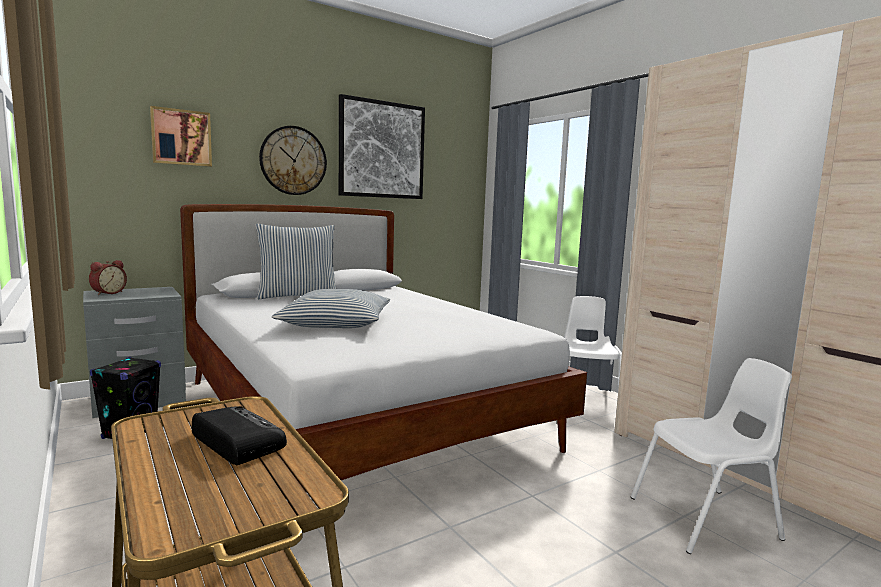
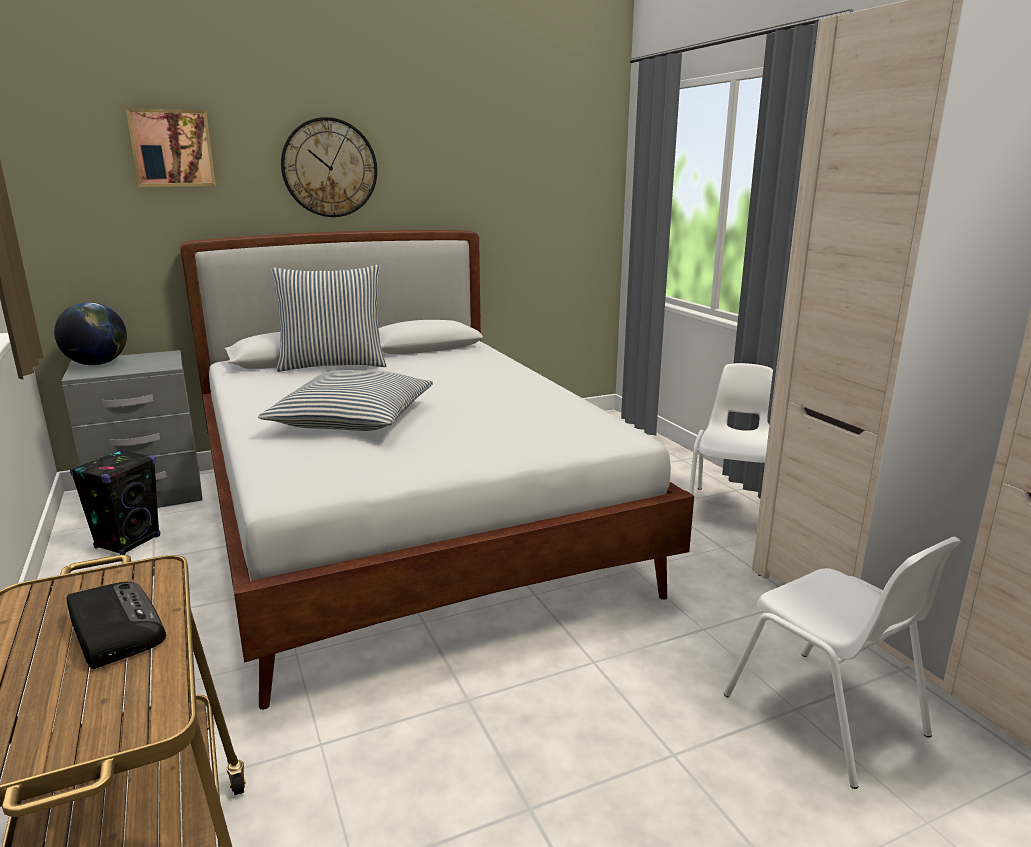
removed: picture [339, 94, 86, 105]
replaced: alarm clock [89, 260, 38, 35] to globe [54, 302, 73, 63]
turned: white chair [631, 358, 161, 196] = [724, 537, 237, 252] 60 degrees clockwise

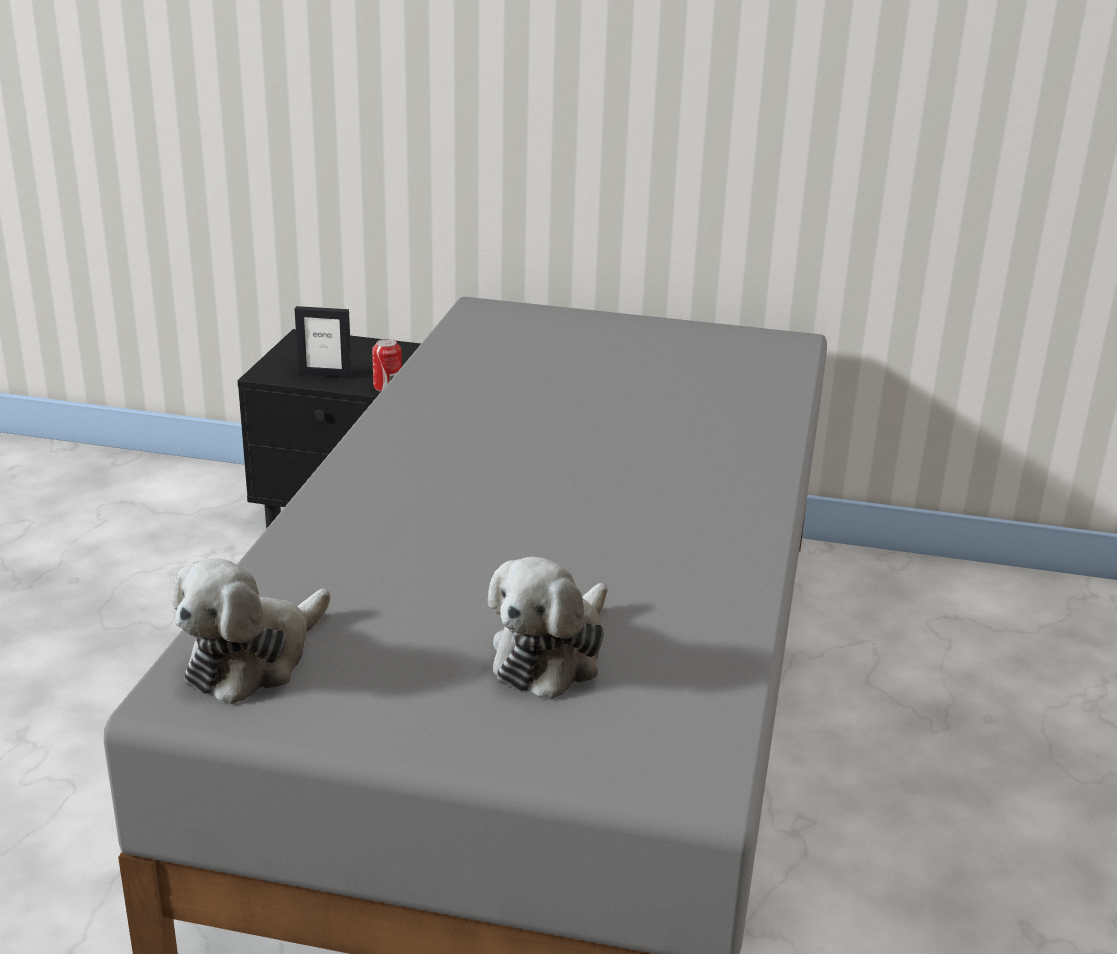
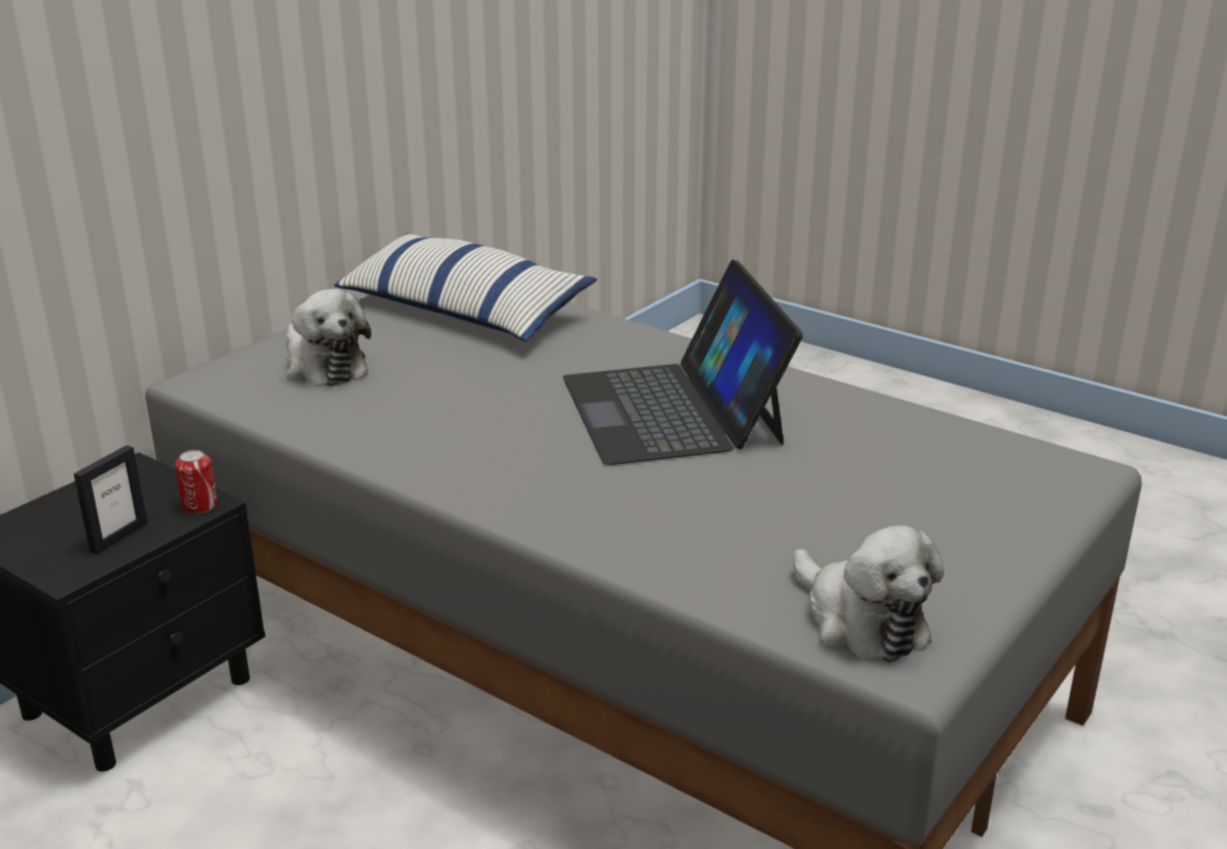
added: pillow [334, 233, 263, 108]; laptop [563, 260, 240, 205]
moved: plush toy [488, 557, 120, 143] to [286, 289, 85, 97]

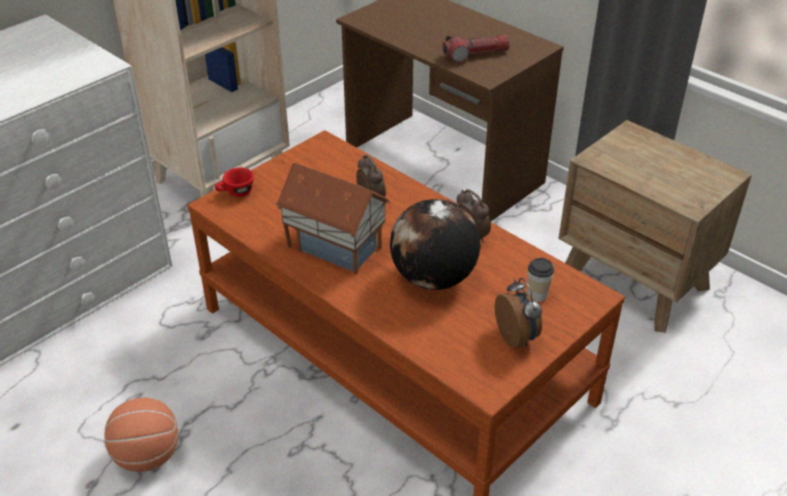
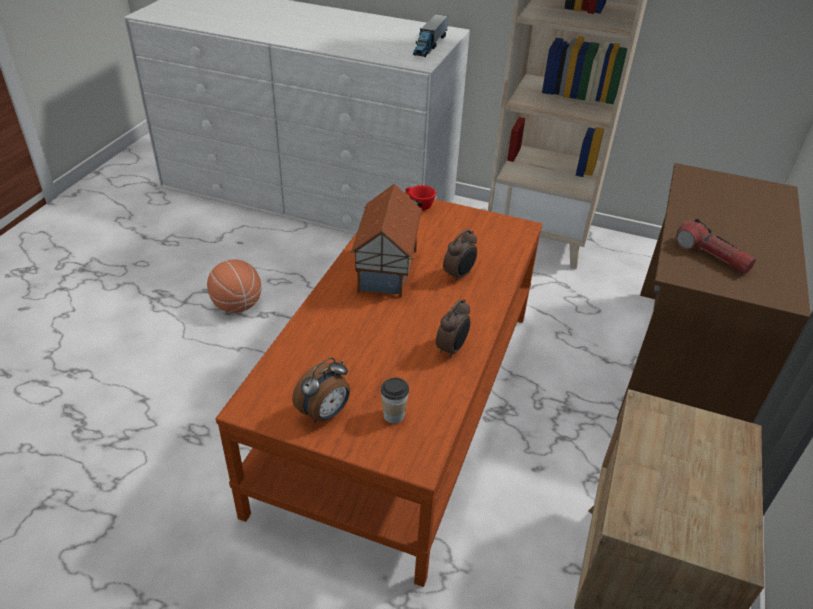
removed: globe [390, 199, 91, 91]
added: toy truck [413, 14, 35, 43]

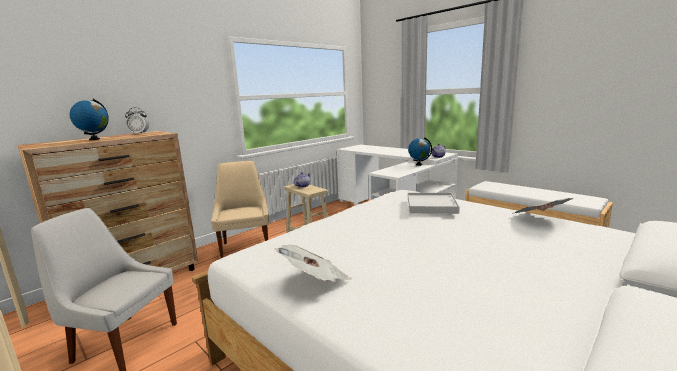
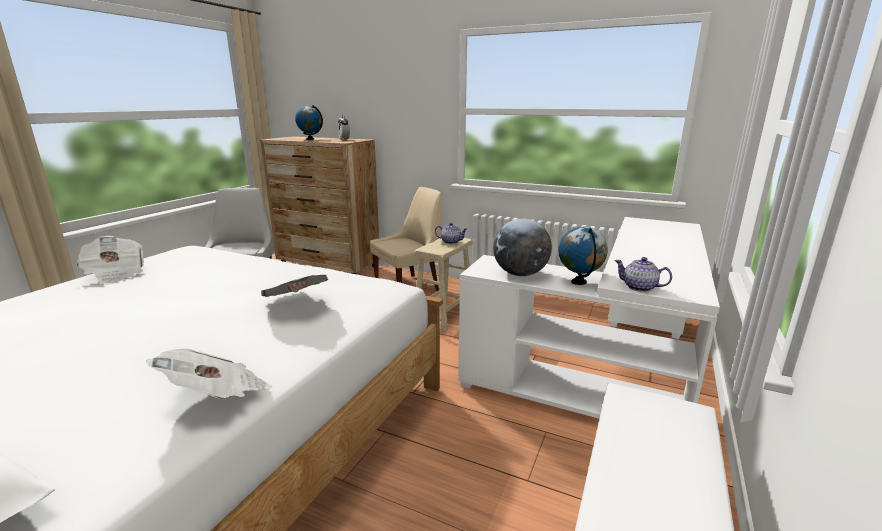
added: globe [493, 219, 59, 57]
replaced: white tray [408, 193, 52, 21] to newspaper [261, 275, 67, 22]

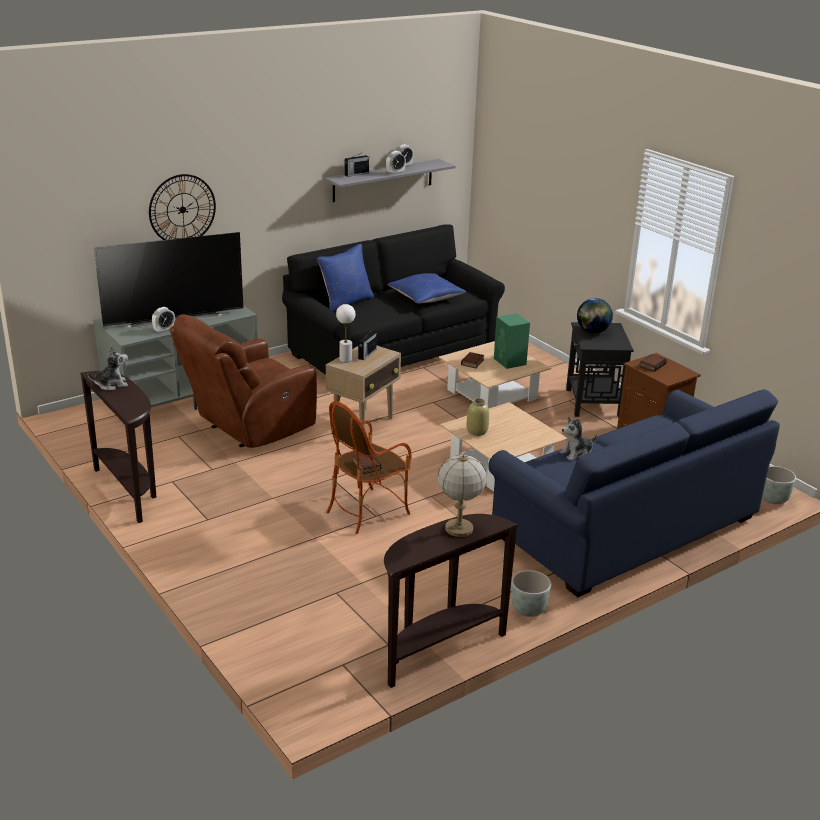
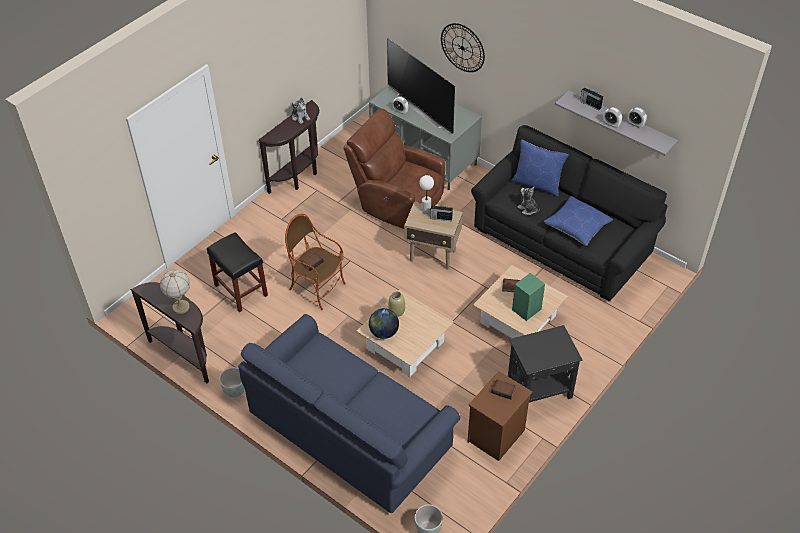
added: black stool [207, 232, 61, 80]
moved: globe [577, 298, 36, 35] to [369, 308, 30, 31]; plush toy [559, 416, 38, 45] to [517, 187, 23, 28]

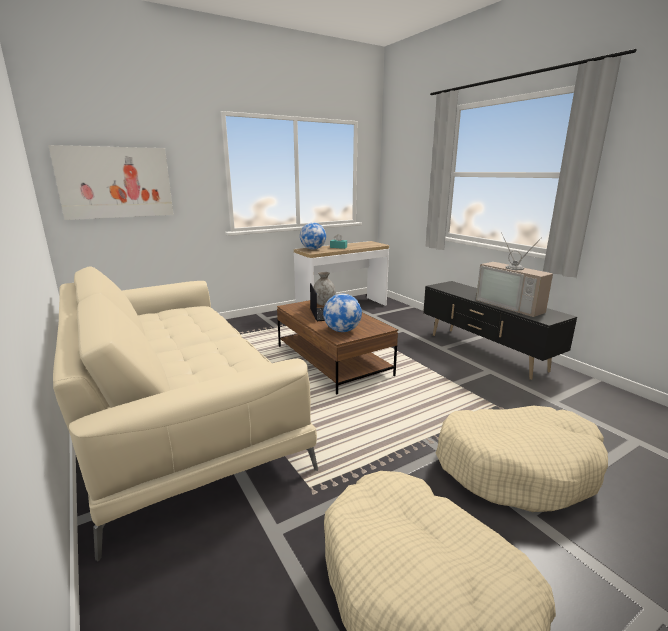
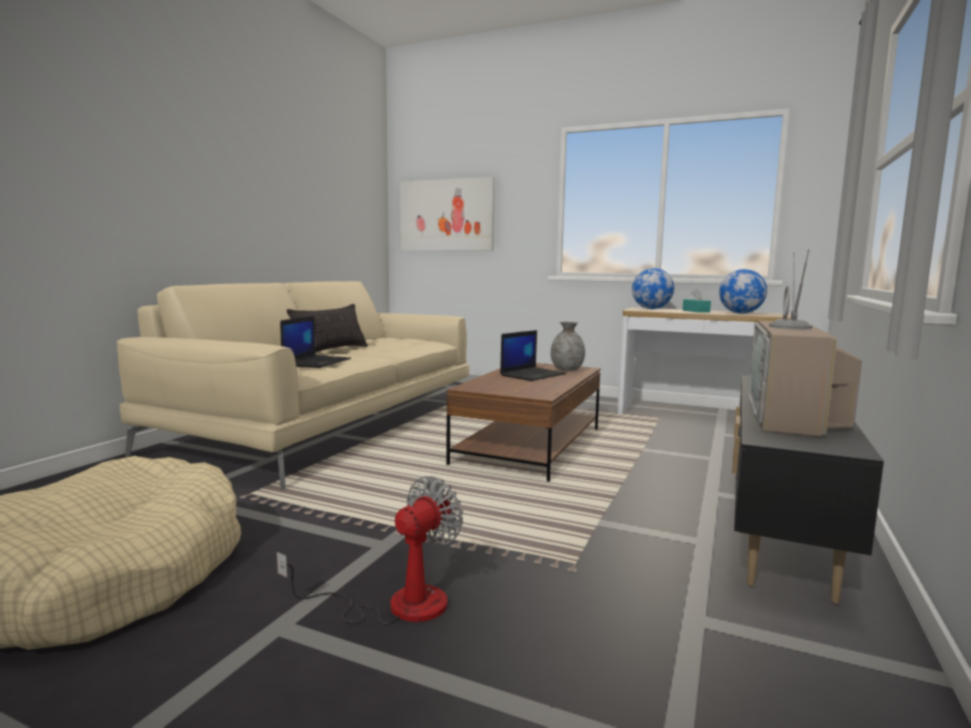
added: laptop [280, 316, 71, 52]; pillow [287, 304, 81, 48]
moved: globe [323, 294, 39, 38] to [719, 269, 48, 45]
replaced: beige dog bed [436, 406, 172, 106] to fan [276, 476, 187, 149]

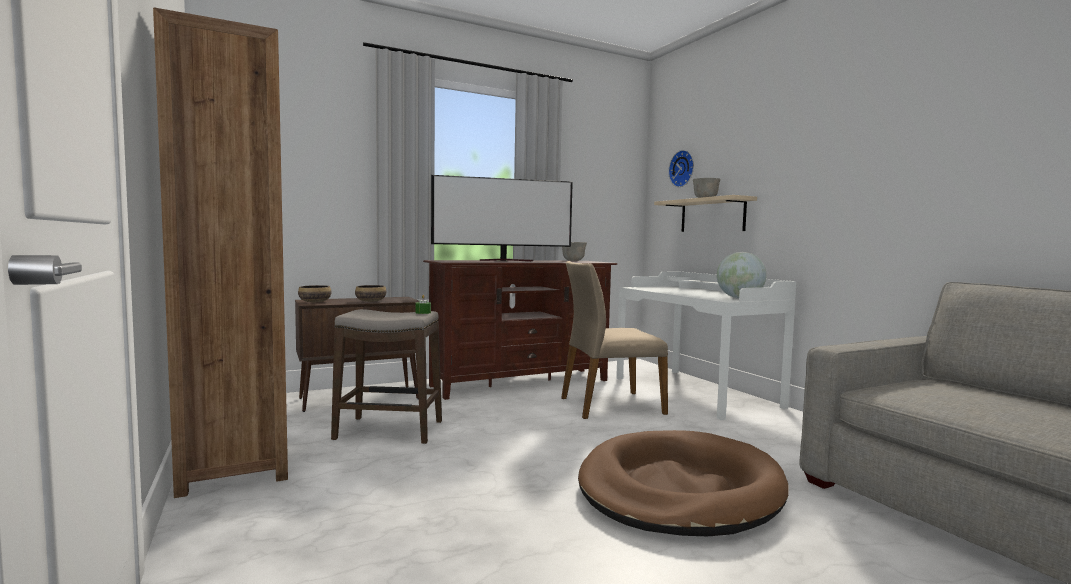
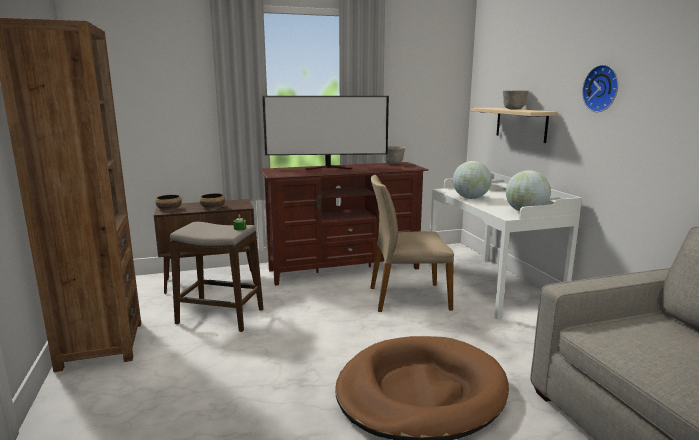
added: globe [453, 161, 38, 38]
moved: wall clock [668, 150, 26, 37] to [582, 65, 36, 47]

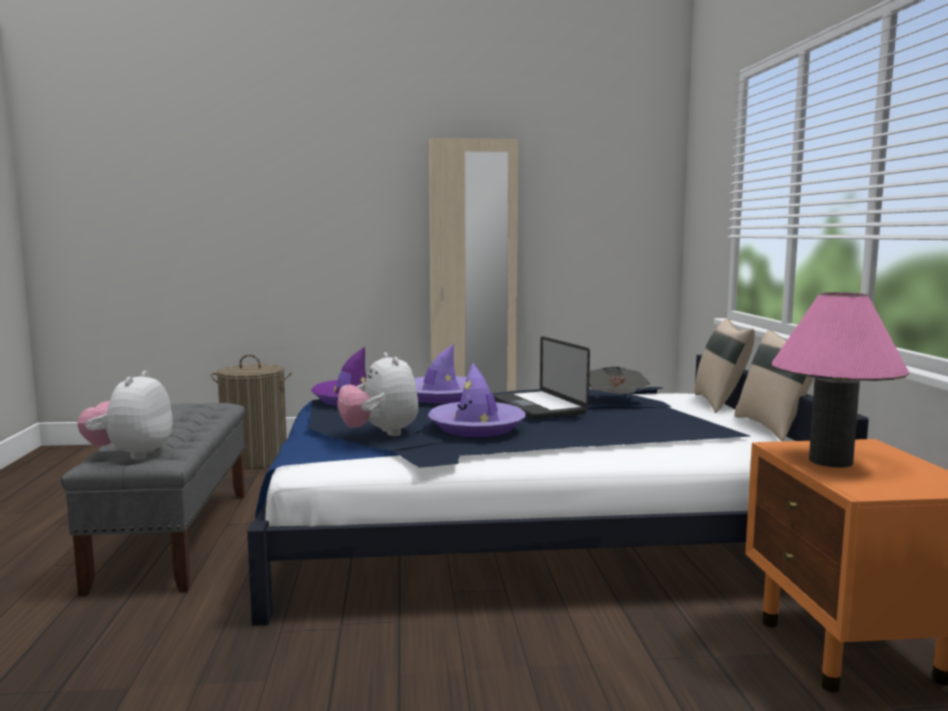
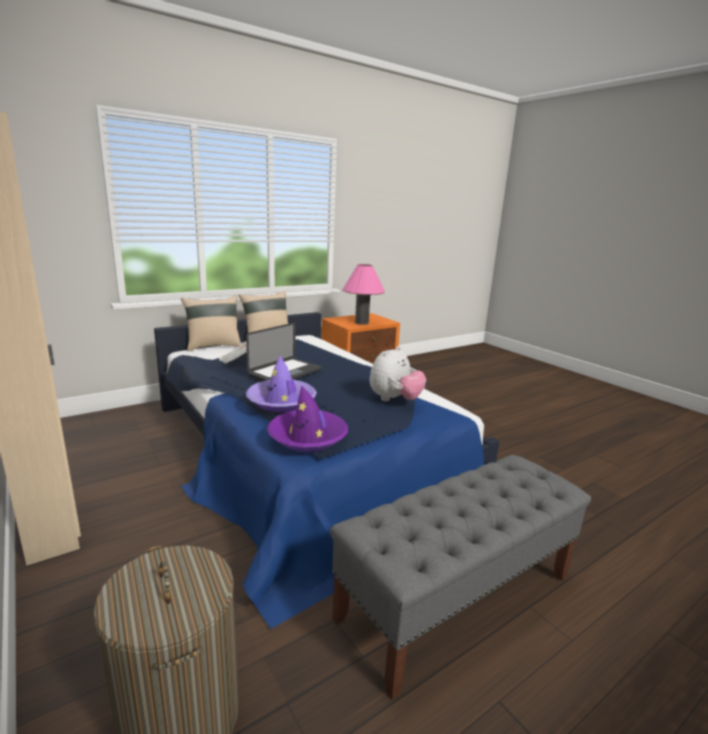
removed: plush toy [77, 371, 96, 89]; purple hat [428, 363, 98, 74]

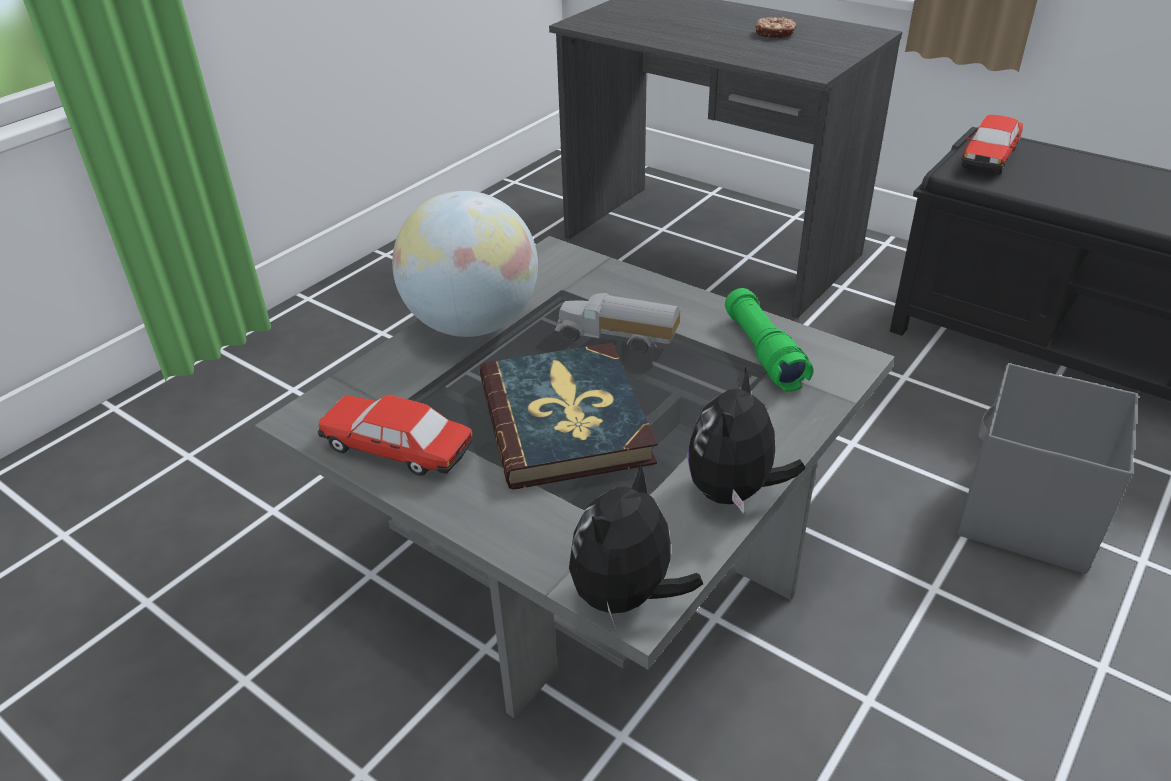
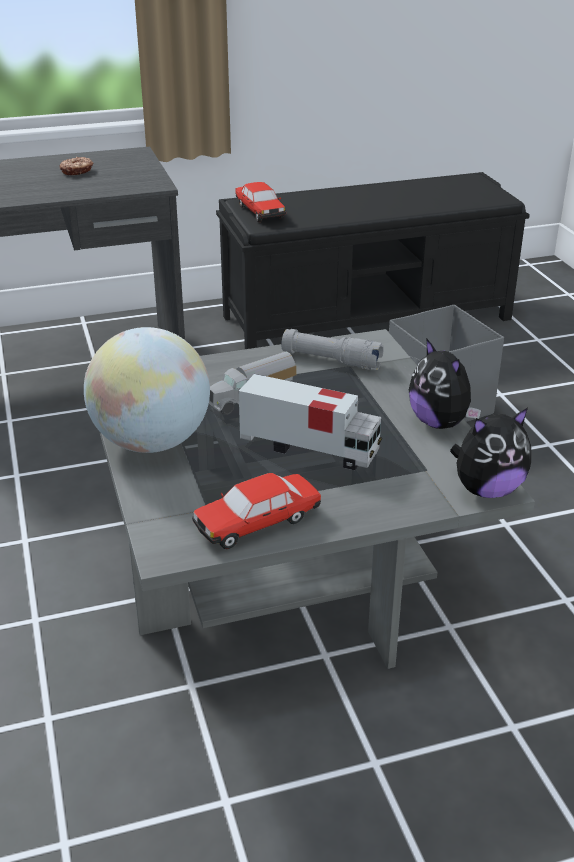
replaced: book [480, 343, 178, 146] to toy truck [239, 374, 144, 96]
recoloured: green flashlight [725, 288, 88, 104] to grey flashlight [281, 329, 103, 41]
turned: plush toy [569, 463, 134, 166] = [450, 408, 81, 90] 90 degrees counterclockwise

